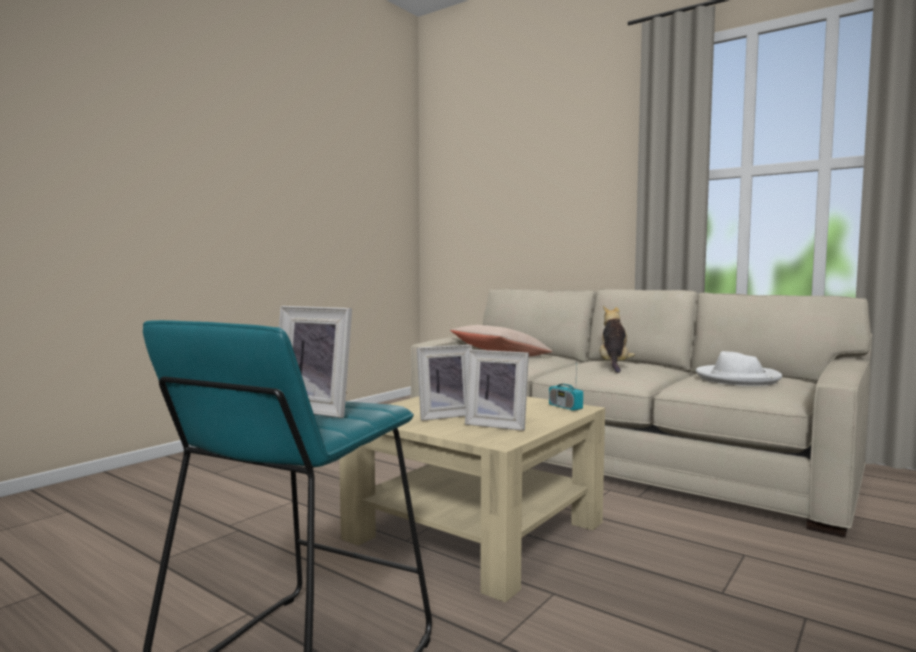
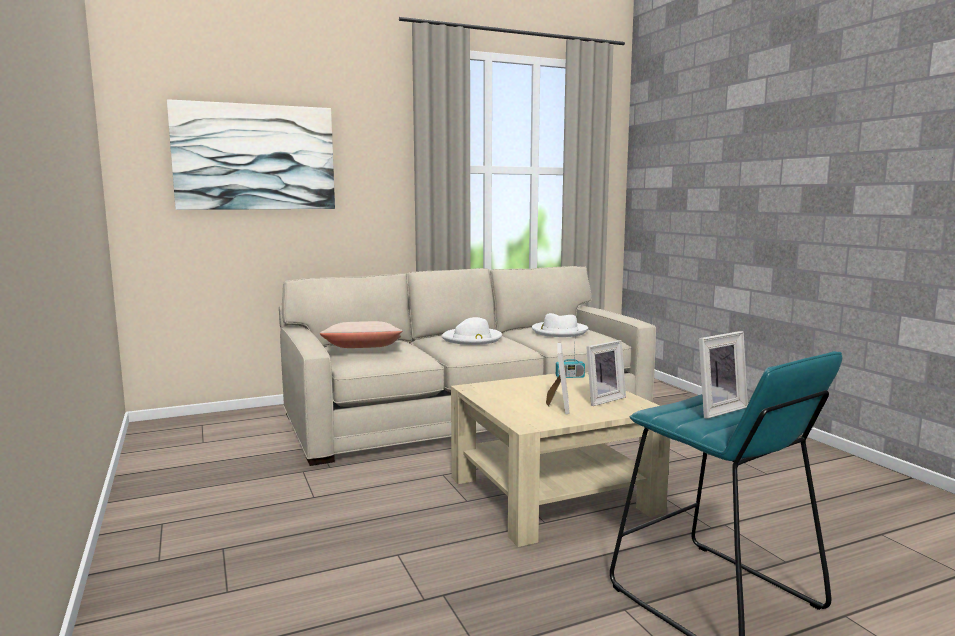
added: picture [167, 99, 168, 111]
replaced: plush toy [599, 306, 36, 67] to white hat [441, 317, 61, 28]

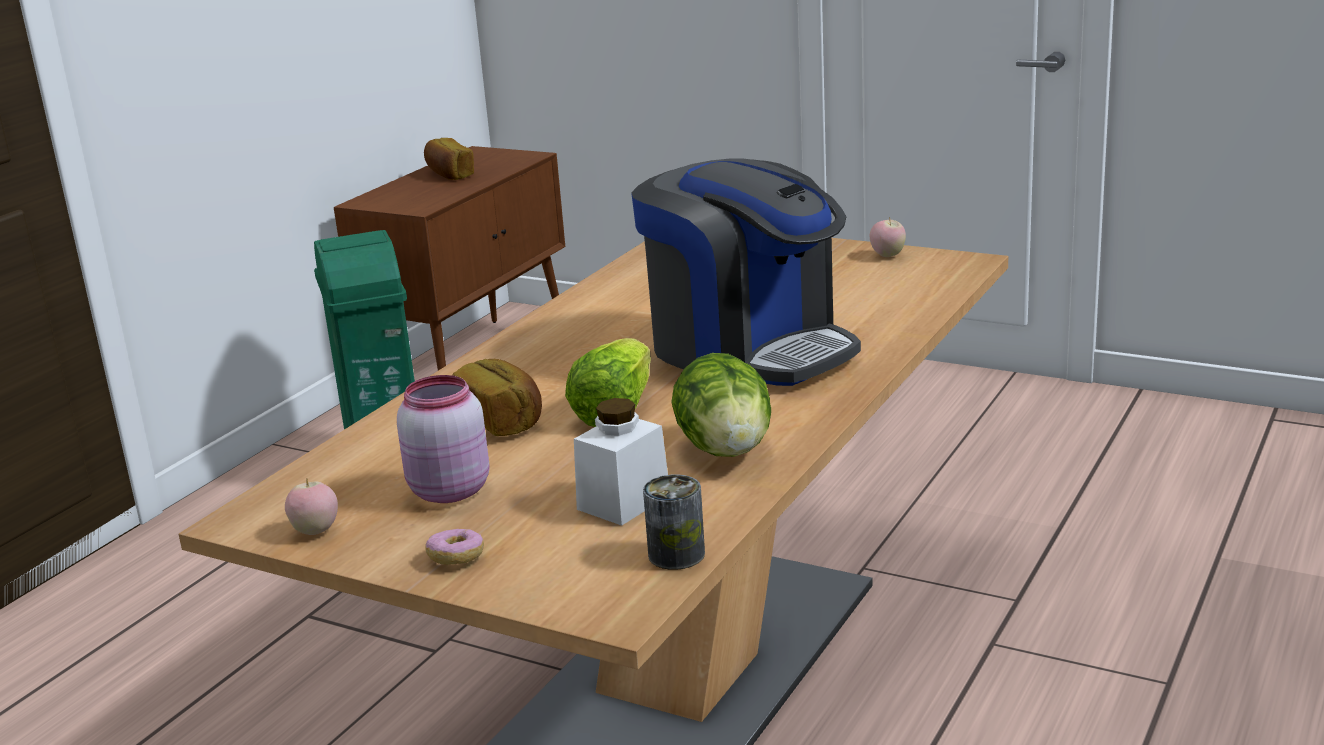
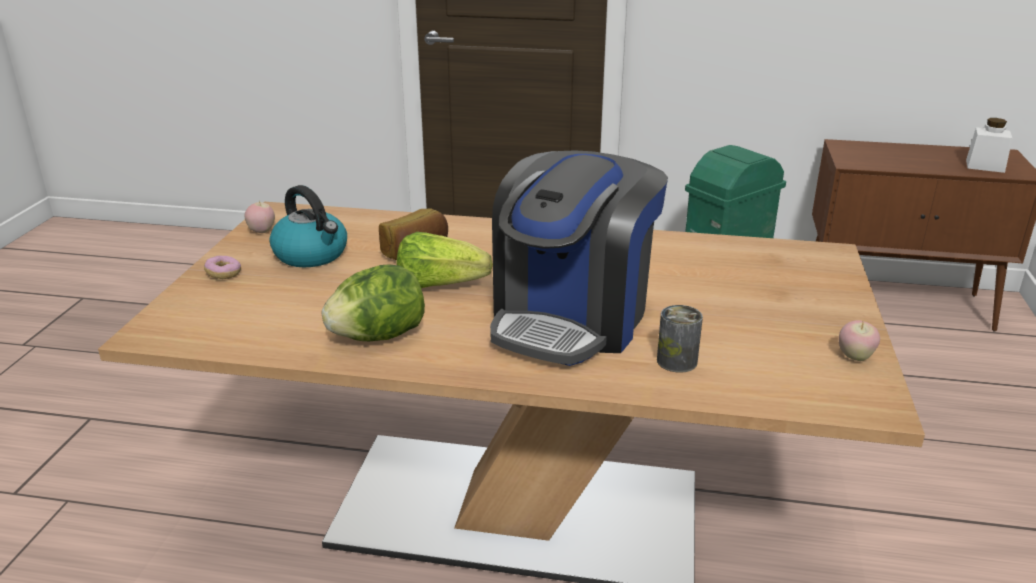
removed: bread [424, 138, 50, 42]
moved: can [643, 474, 62, 96] to [657, 305, 46, 68]; white jar [574, 398, 94, 128] to [966, 118, 47, 55]
replaced: pink jar [397, 375, 93, 128] to kettle [270, 185, 77, 82]

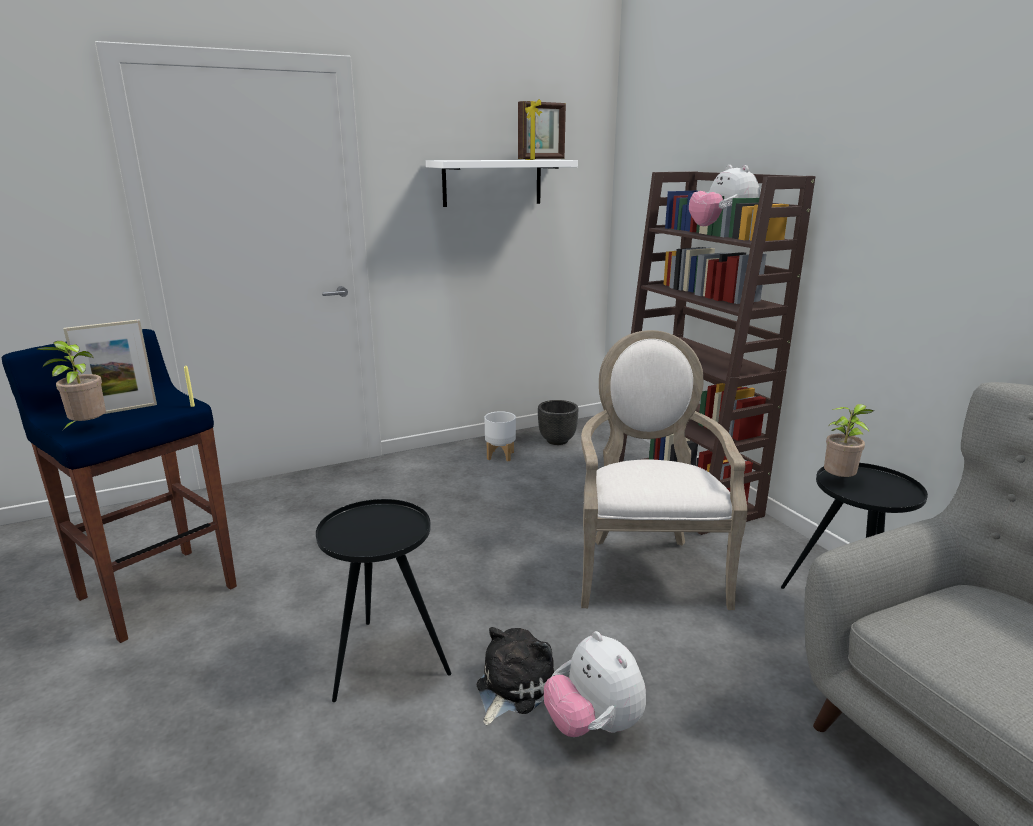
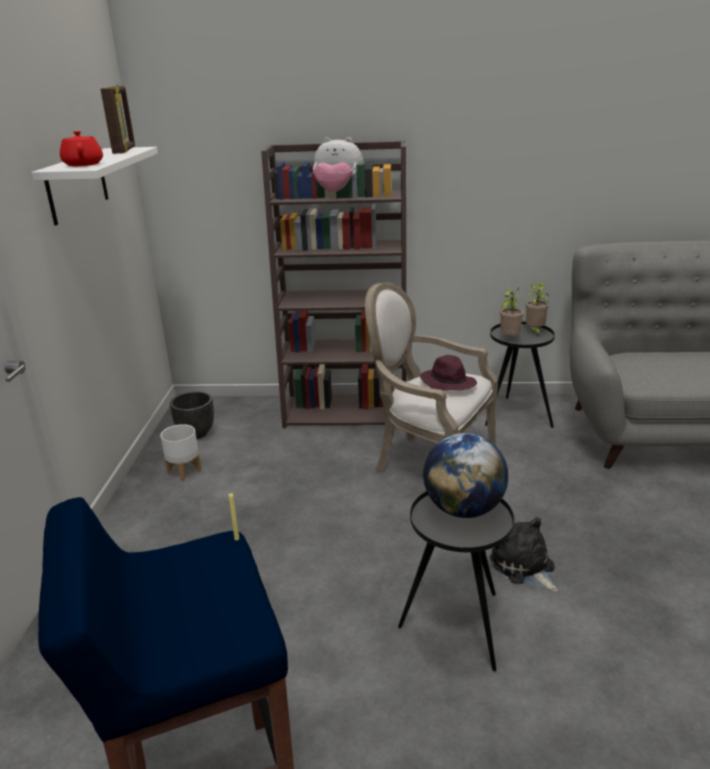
removed: picture frame [63, 319, 94, 95]; plush toy [544, 631, 102, 106]
added: red teapot [60, 131, 43, 35]; purple hat [420, 355, 57, 36]; globe [423, 433, 85, 85]
moved: potted plant [36, 341, 70, 89] to [526, 282, 23, 53]

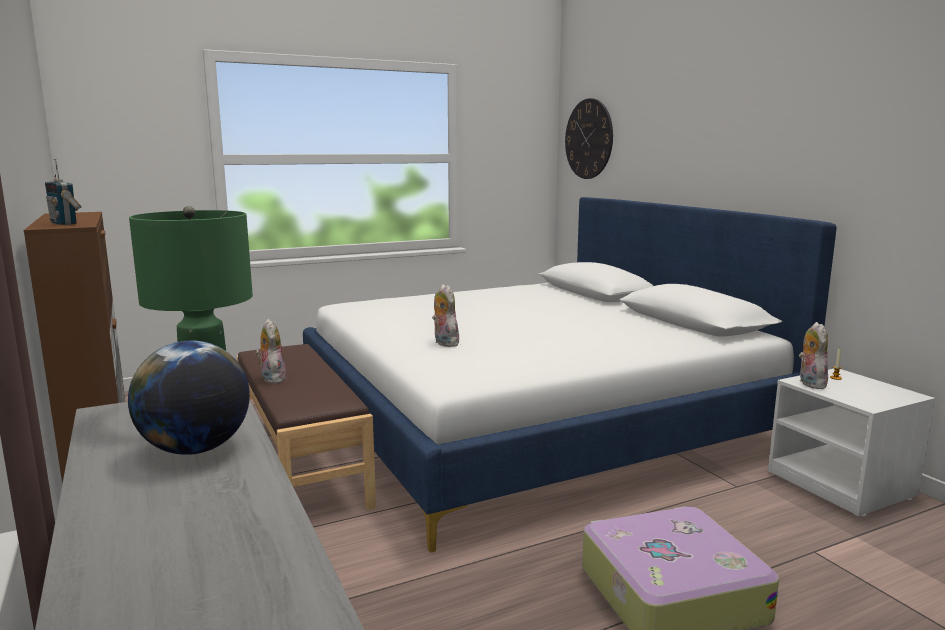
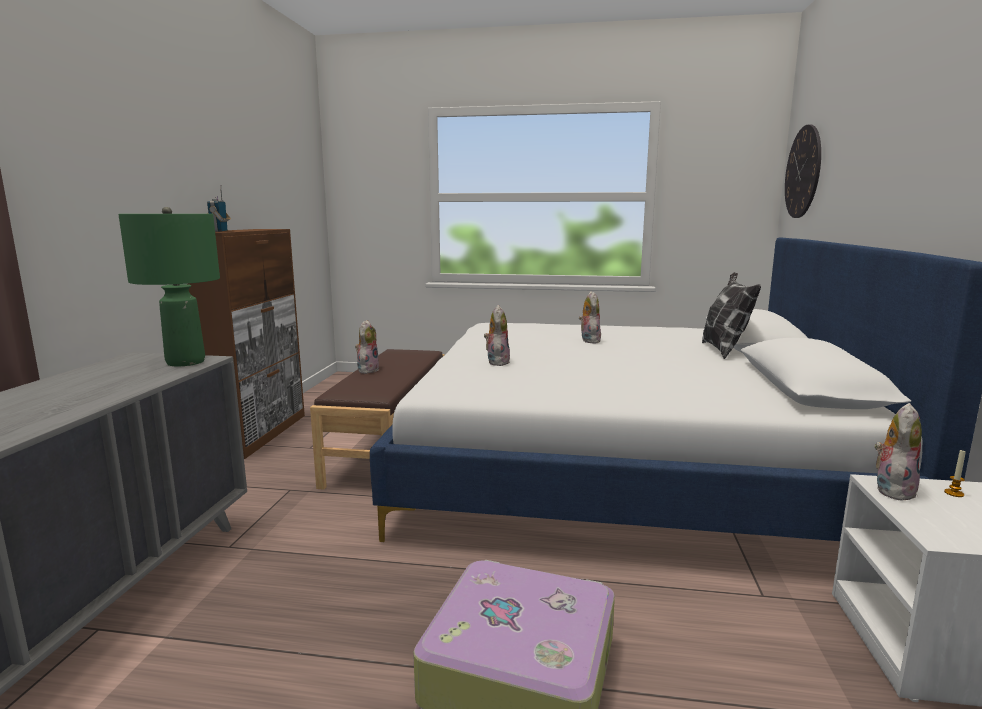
removed: globe [128, 340, 122, 115]
added: plush toy [579, 291, 22, 52]; pillow [702, 272, 59, 87]

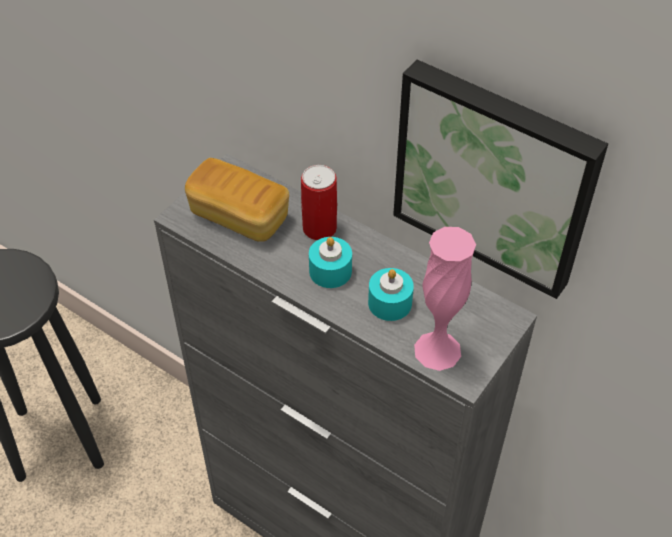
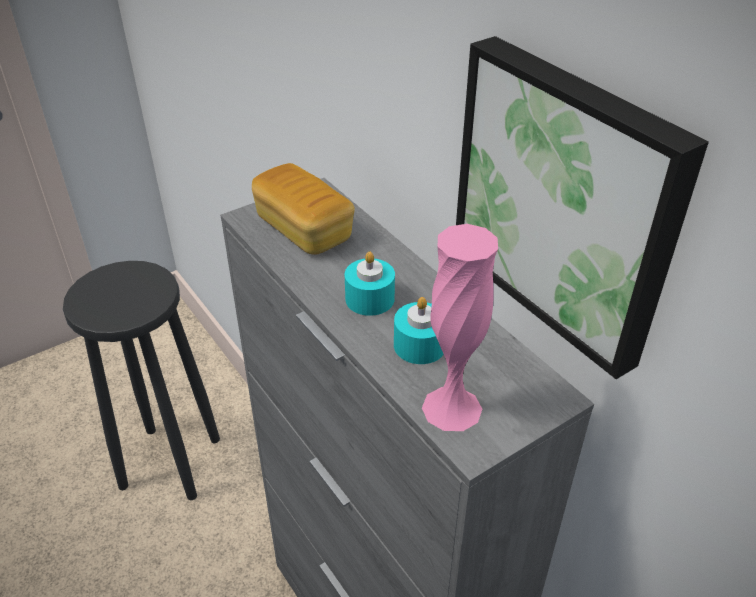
removed: can [301, 165, 36, 75]

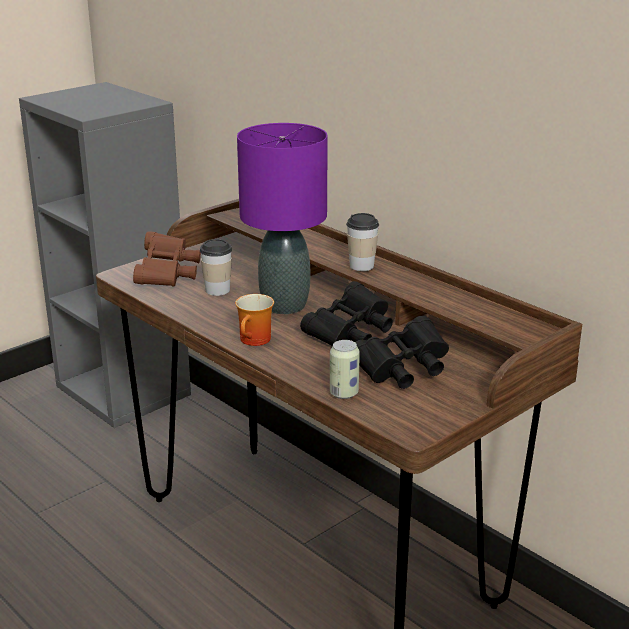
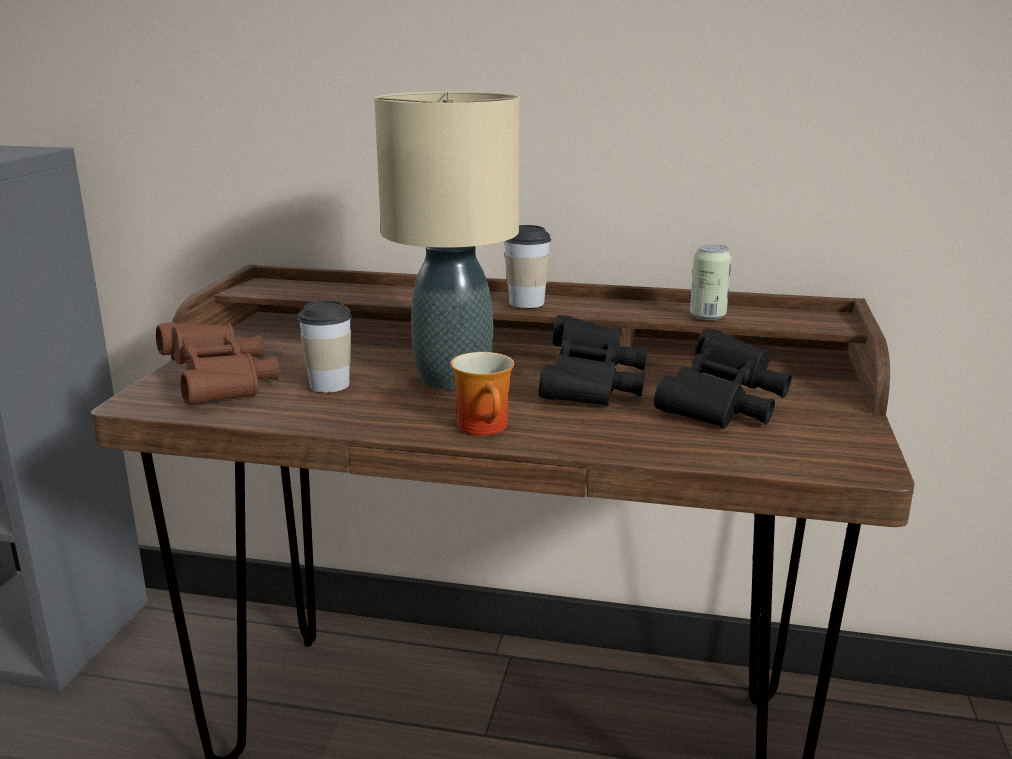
moved: can [330, 340, 30, 59] to [690, 245, 42, 75]
recoloured: purple table lamp [237, 123, 91, 191] to beige table lamp [374, 91, 146, 299]

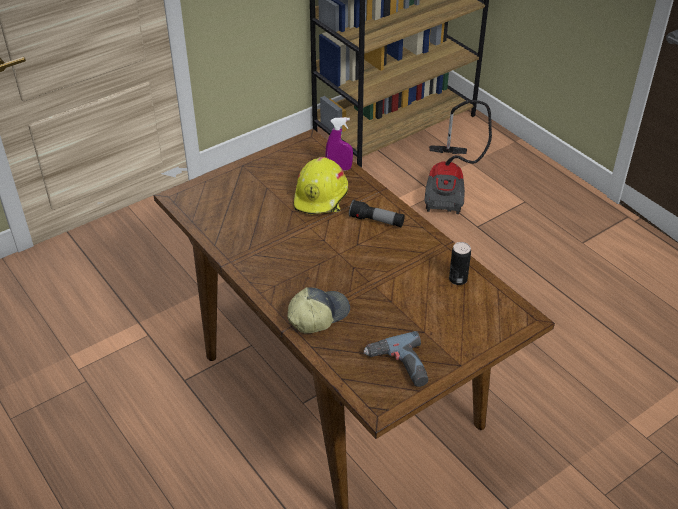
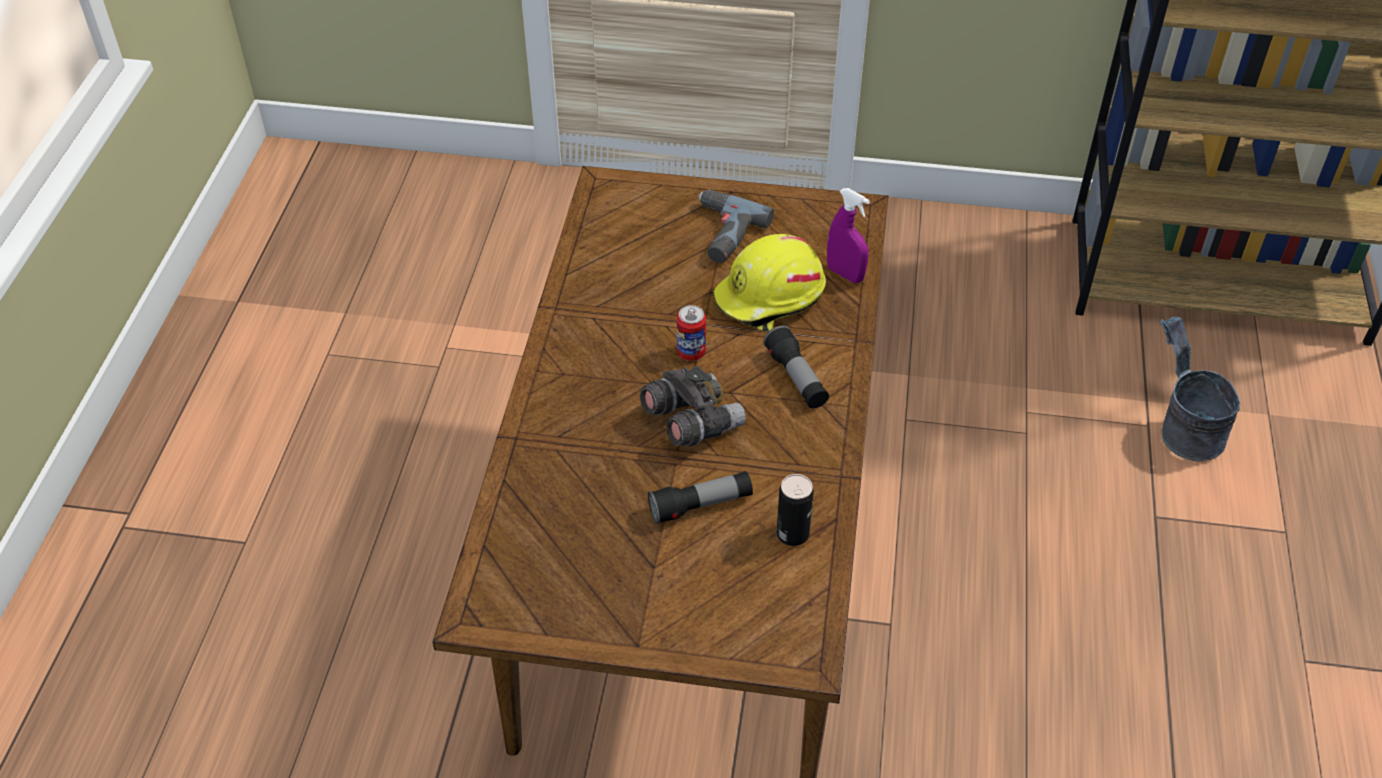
removed: cap [287, 287, 63, 46]
added: grey binoculars [640, 366, 106, 81]; flashlight [648, 471, 105, 53]; can [677, 305, 29, 56]
moved: power drill [363, 331, 65, 56] to [698, 189, 76, 74]
replaced: vacuum cleaner [424, 100, 68, 114] to grey bucket [1160, 317, 80, 145]

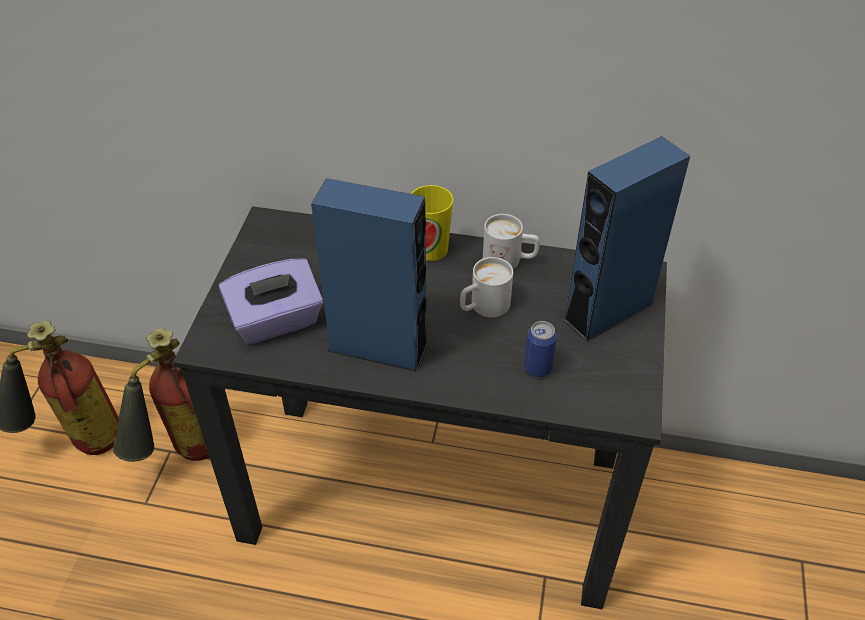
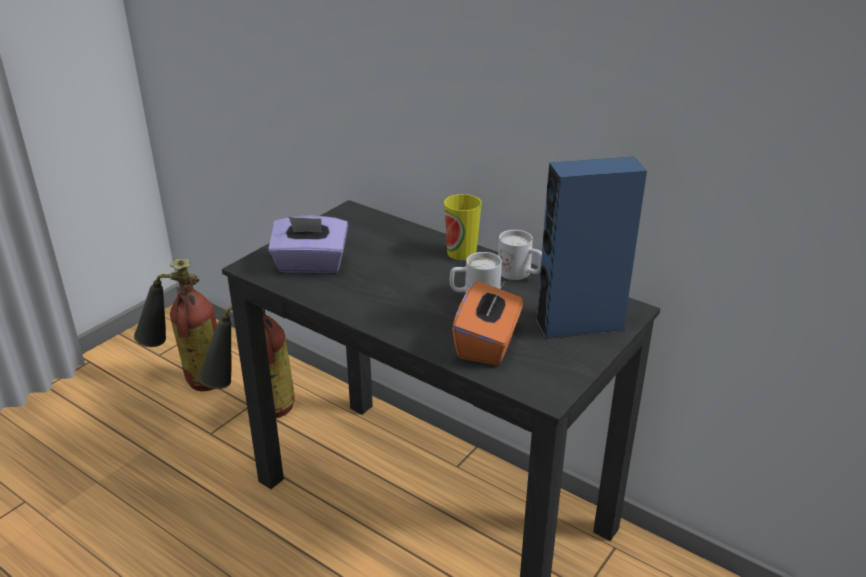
removed: blue speaker [311, 178, 117, 194]
replaced: can [524, 321, 33, 56] to orange tissue box [452, 281, 71, 84]

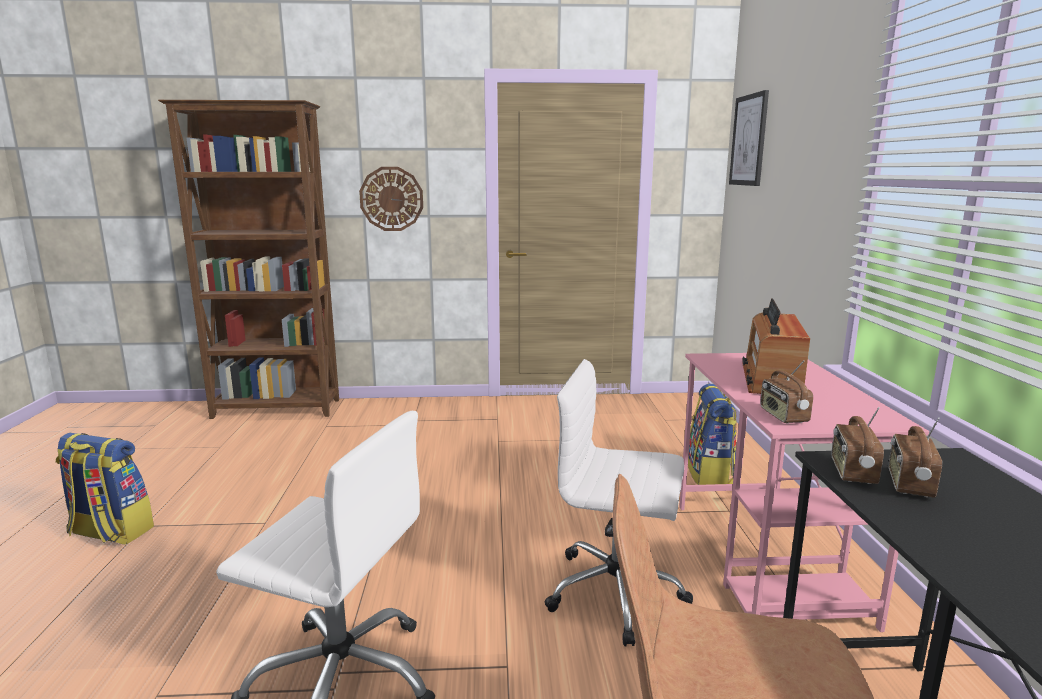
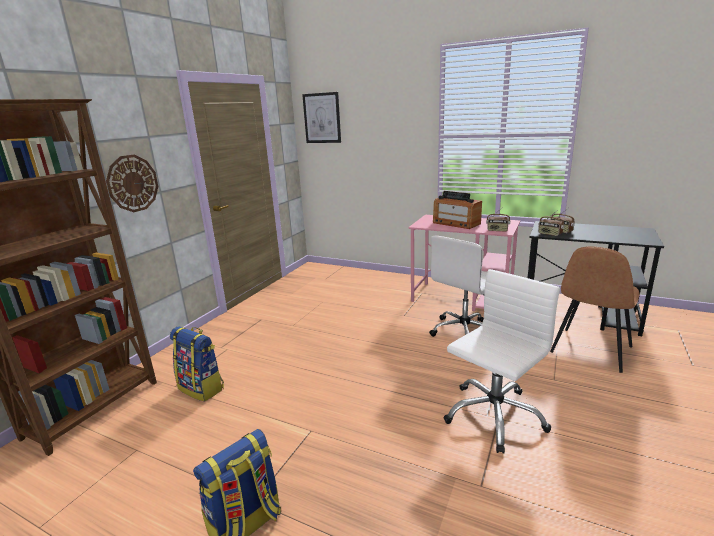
moved: backpack [688, 384, 49, 101] to [170, 326, 54, 76]

